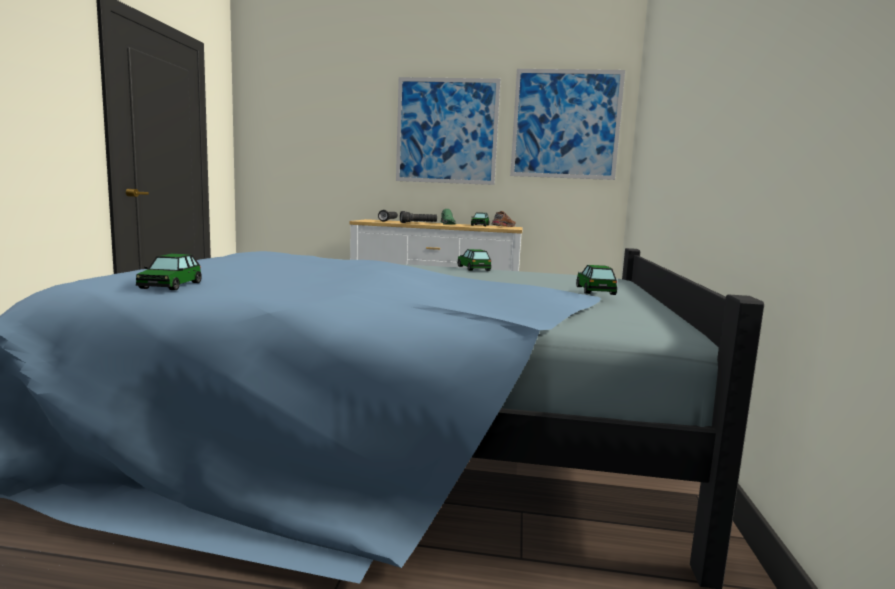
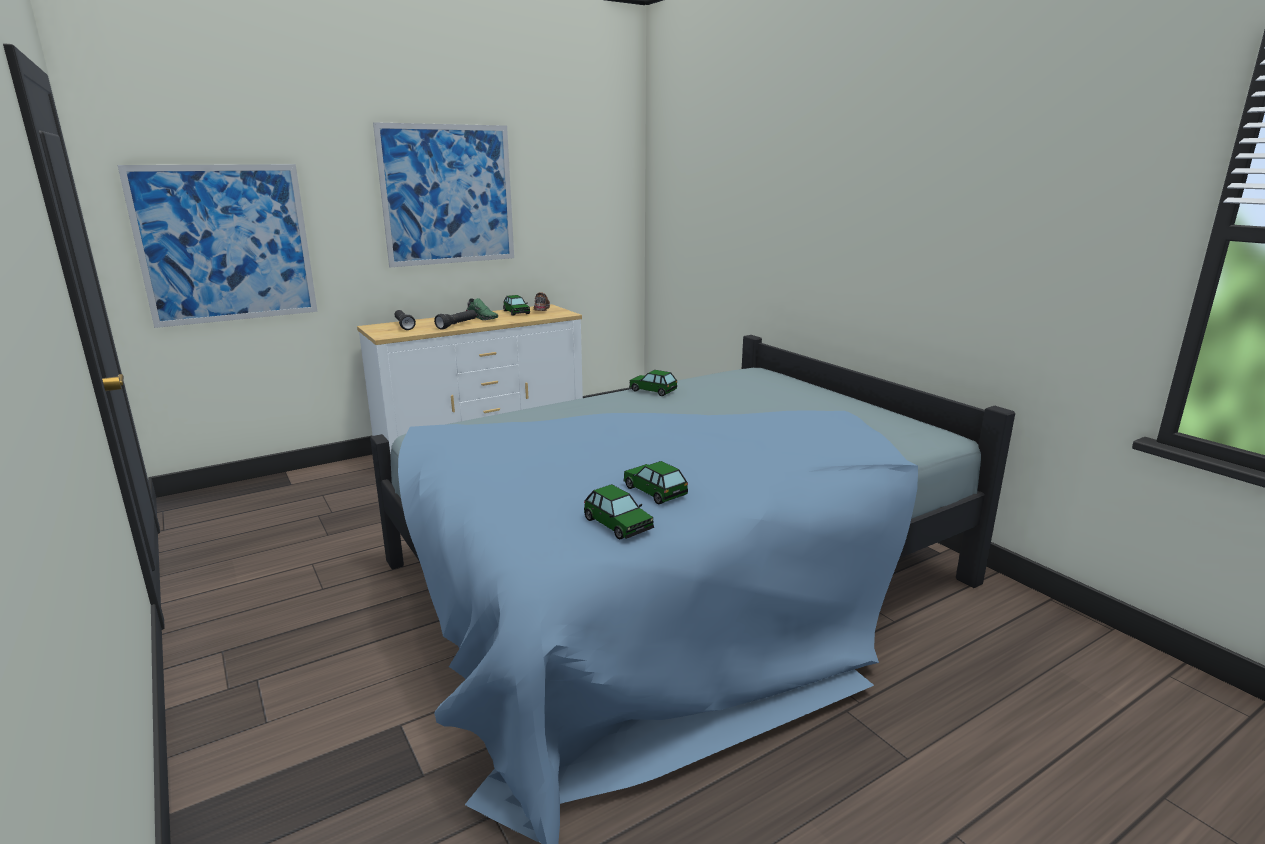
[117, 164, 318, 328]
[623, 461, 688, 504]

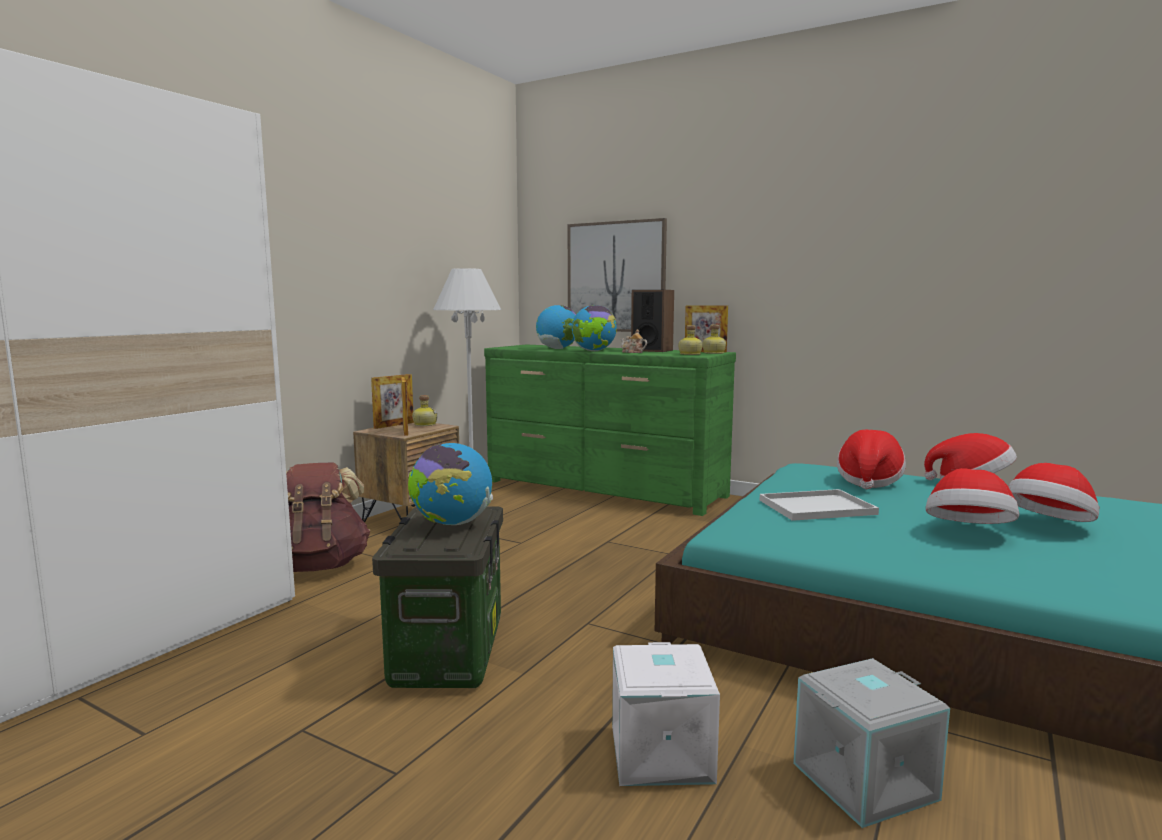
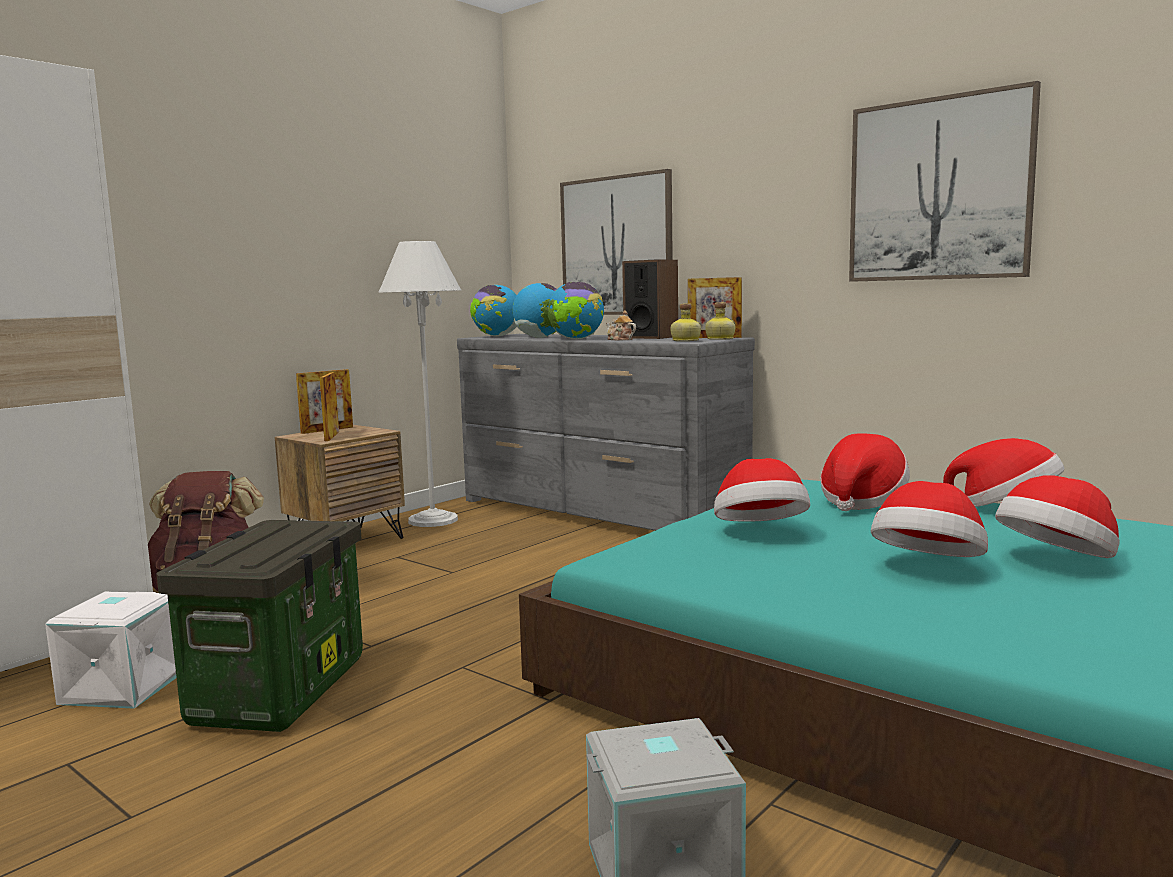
[45, 592, 177, 709]
[457, 334, 755, 531]
[470, 285, 517, 337]
[714, 458, 810, 522]
[849, 81, 1041, 282]
[412, 395, 437, 426] (first image)

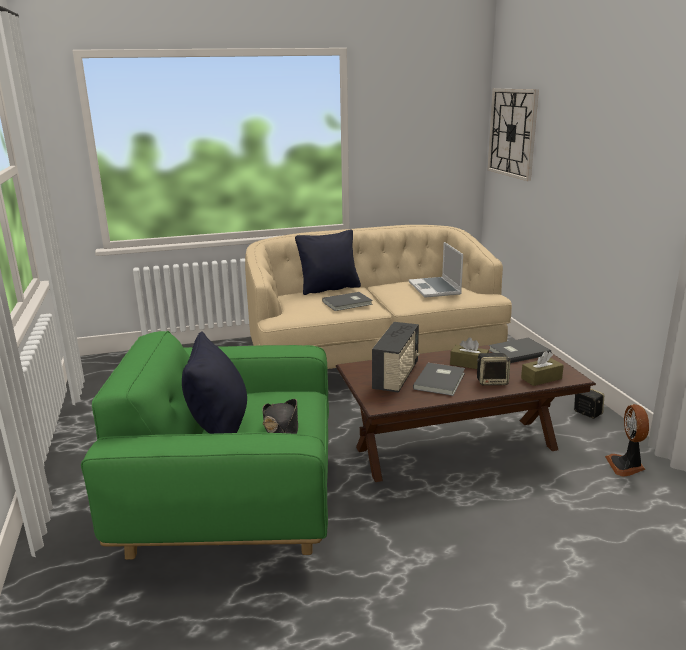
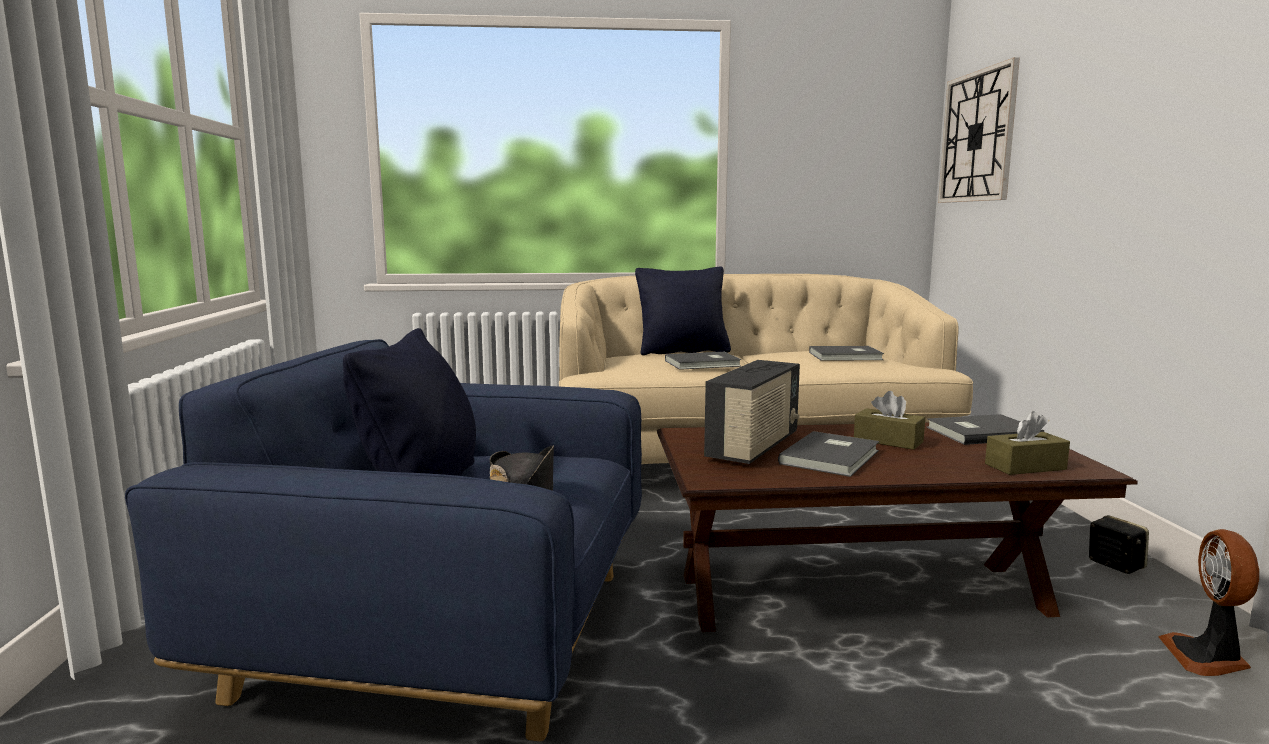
[125, 339, 642, 741]
[809, 346, 884, 361]
[477, 353, 510, 385] (first image)

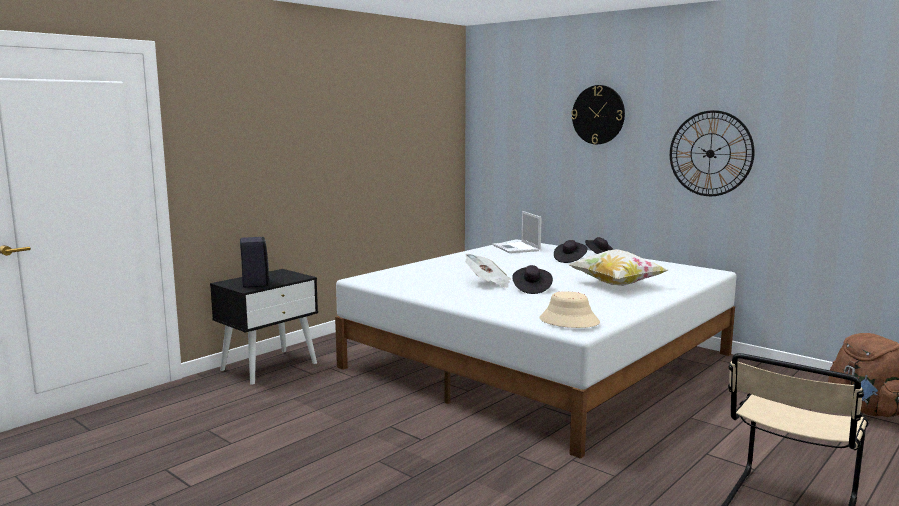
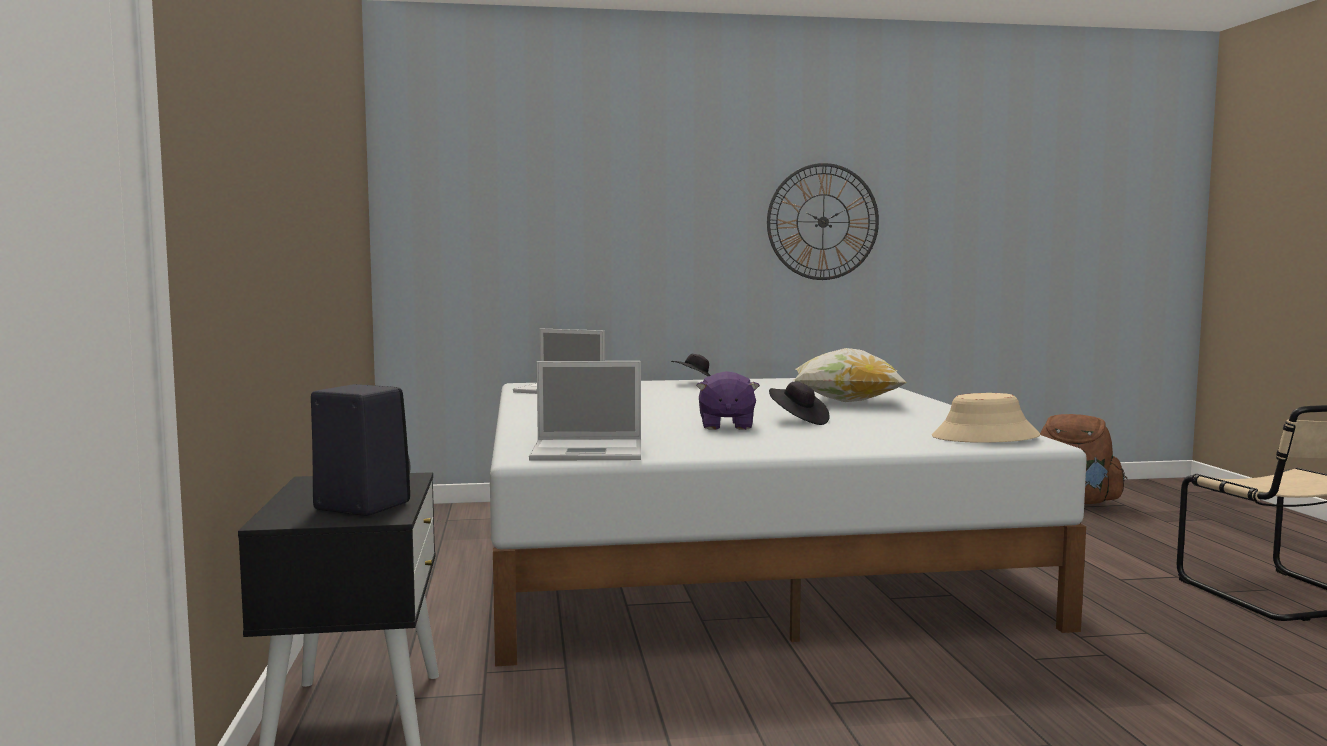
[529, 361, 641, 461]
[696, 371, 760, 430]
[554, 240, 587, 263] (first image)
[571, 85, 625, 144] (first image)

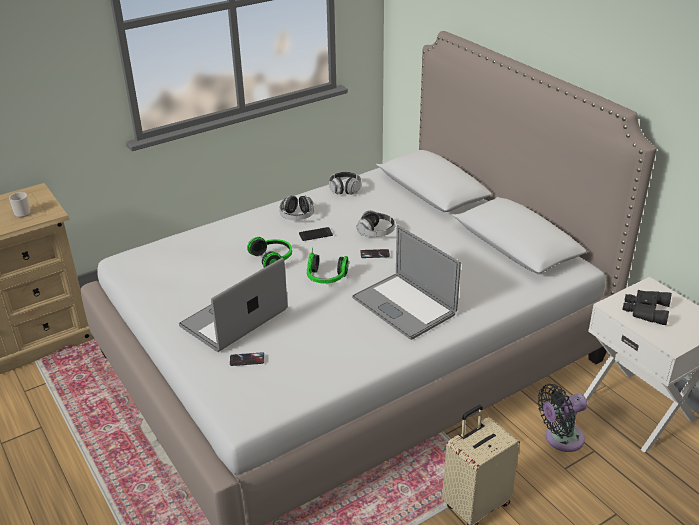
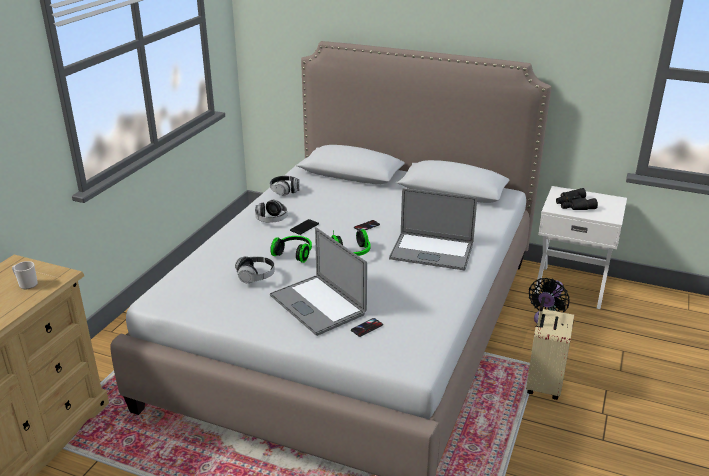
[235, 256, 275, 283]
[270, 227, 367, 336]

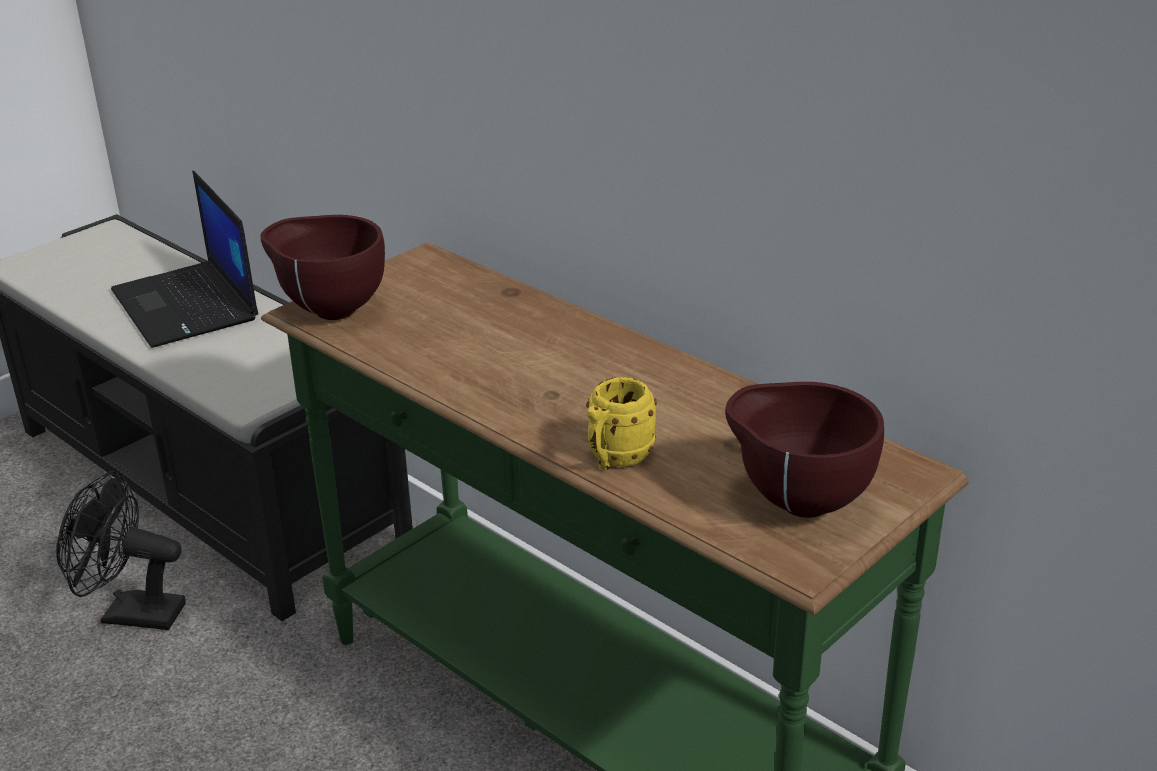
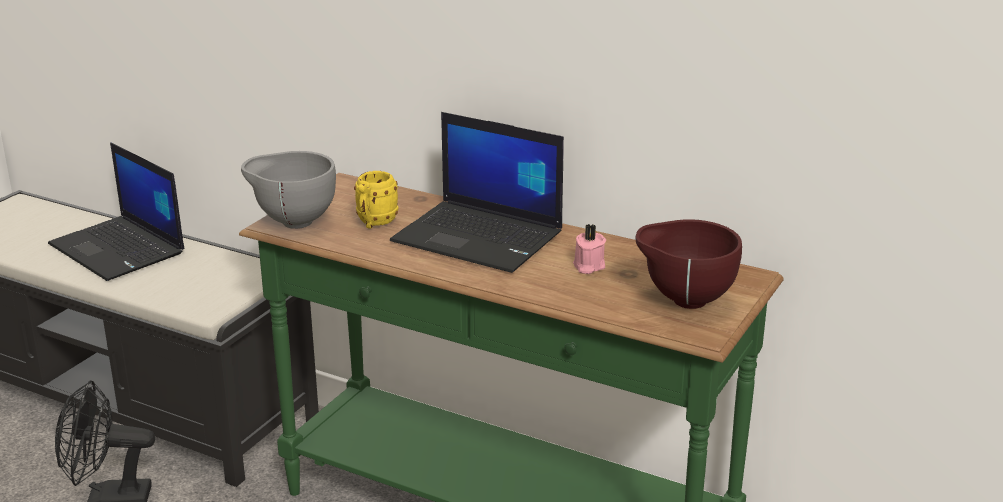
[241, 151, 336, 229]
[354, 171, 398, 229]
[390, 112, 564, 273]
[573, 224, 606, 274]

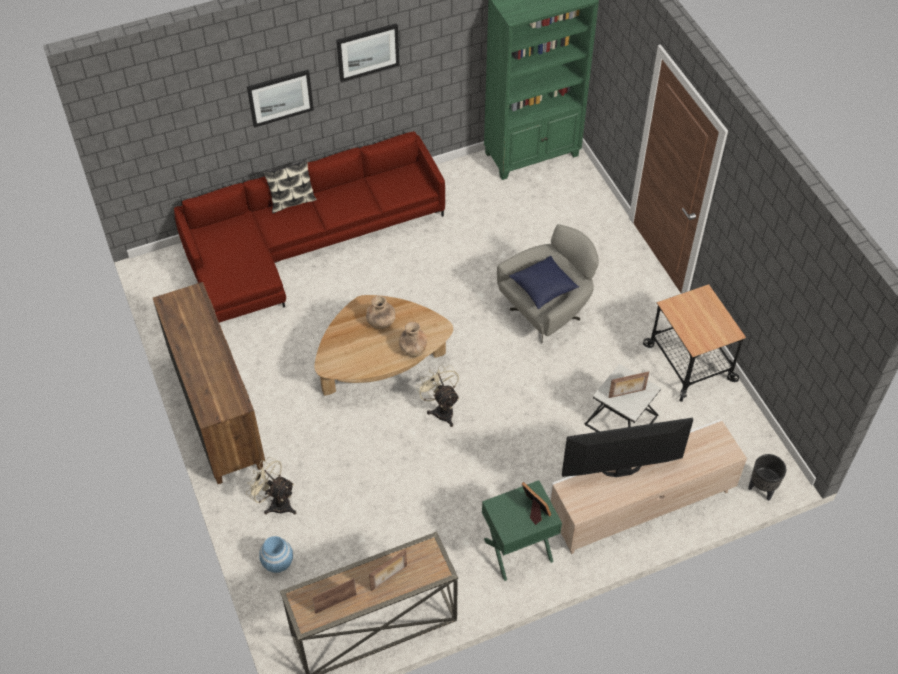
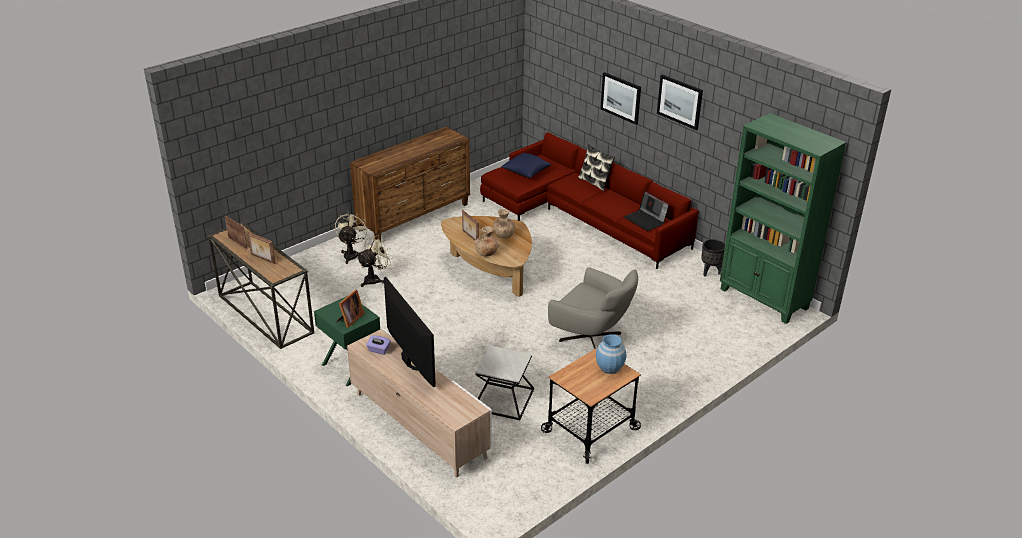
[357, 235, 391, 287]
[366, 335, 391, 355]
[462, 210, 479, 240]
[501, 153, 552, 178]
[596, 334, 626, 374]
[624, 191, 669, 231]
[701, 239, 725, 276]

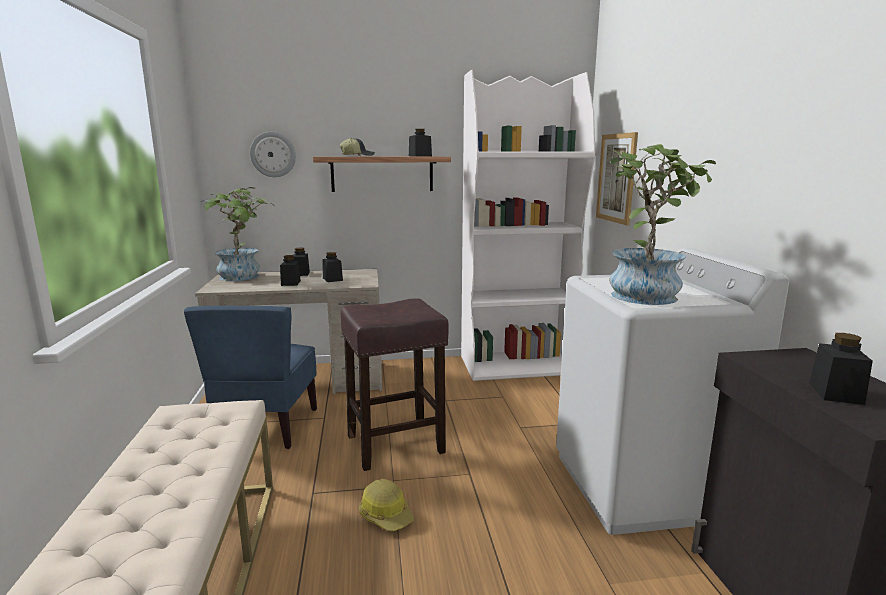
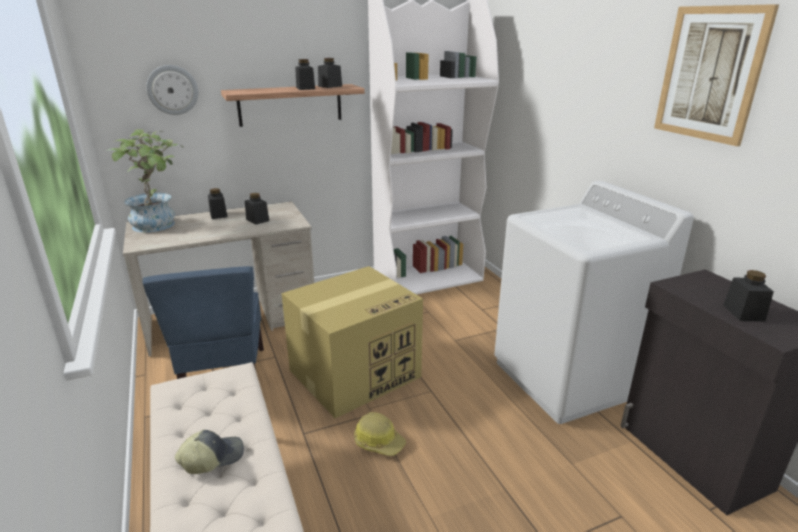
[175, 430, 244, 474]
[281, 266, 423, 418]
[295, 59, 315, 90]
[654, 4, 779, 146]
[610, 144, 716, 305] (first image)

